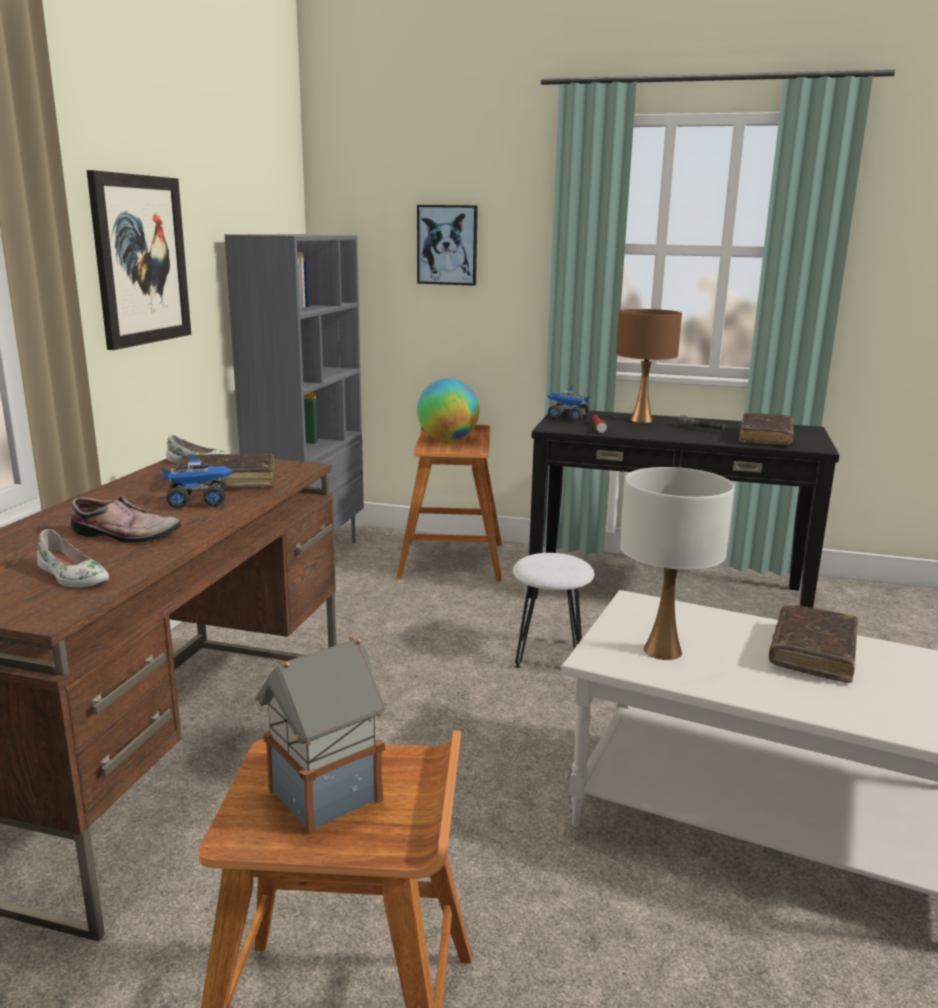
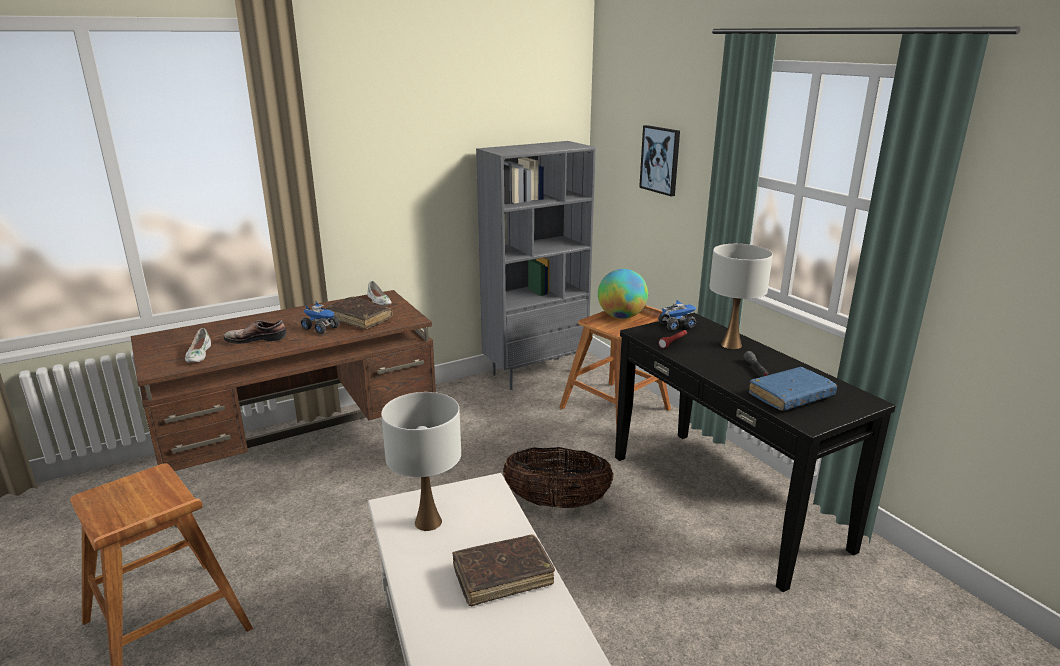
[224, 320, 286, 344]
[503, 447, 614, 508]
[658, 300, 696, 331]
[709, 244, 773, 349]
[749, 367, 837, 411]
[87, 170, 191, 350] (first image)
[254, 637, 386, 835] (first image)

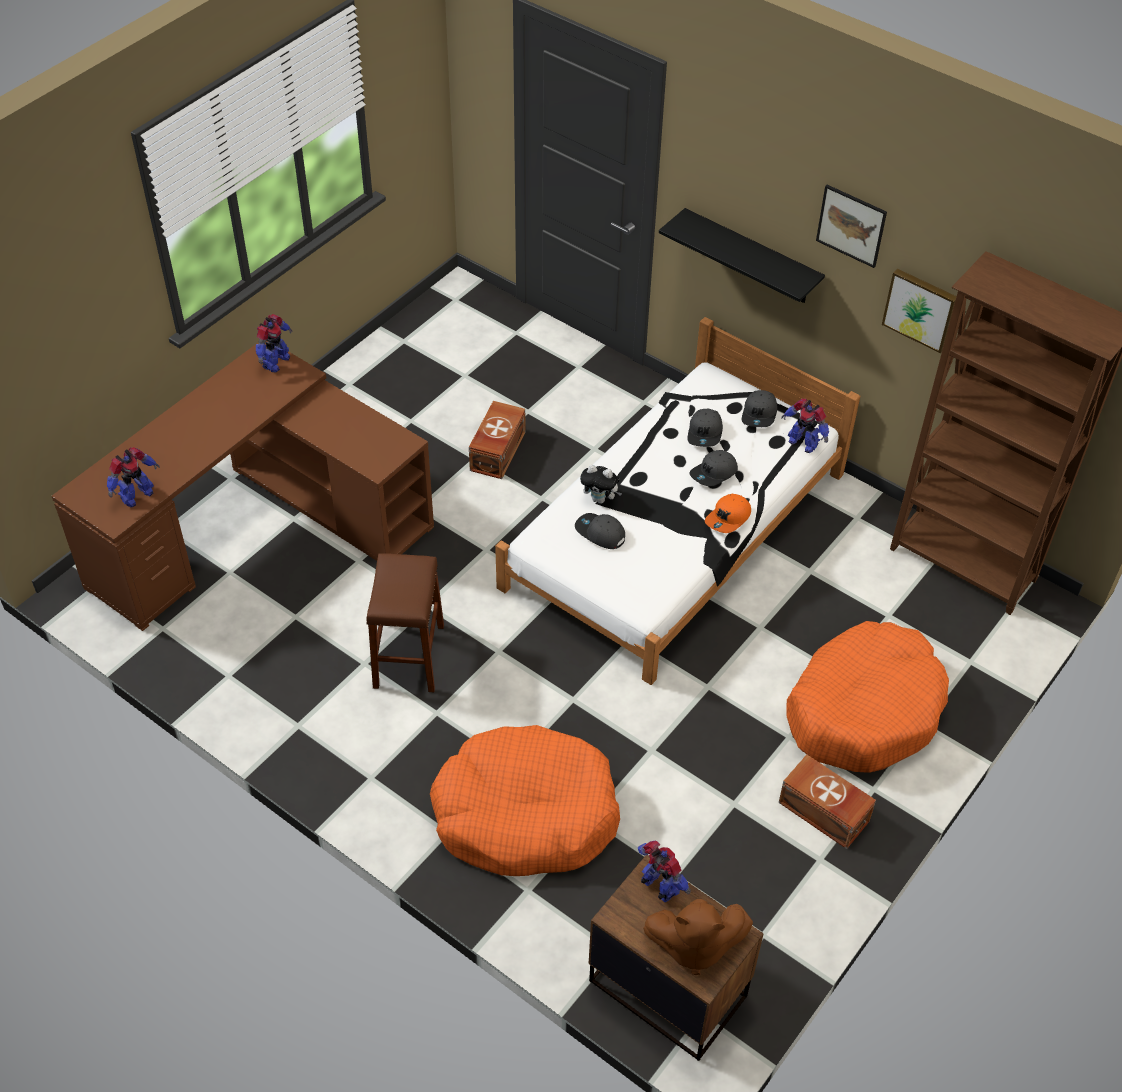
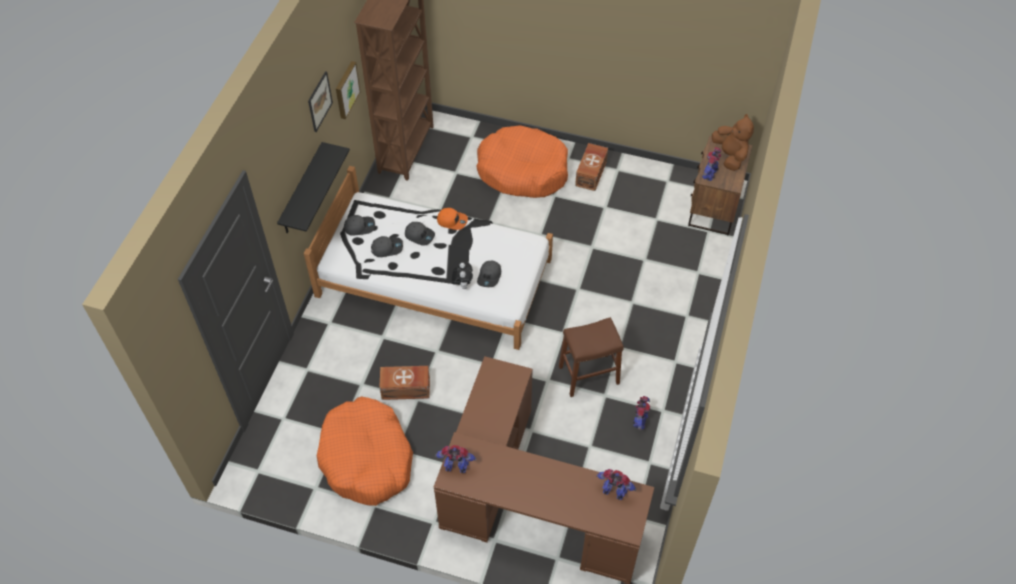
[317, 396, 413, 506]
[632, 396, 650, 430]

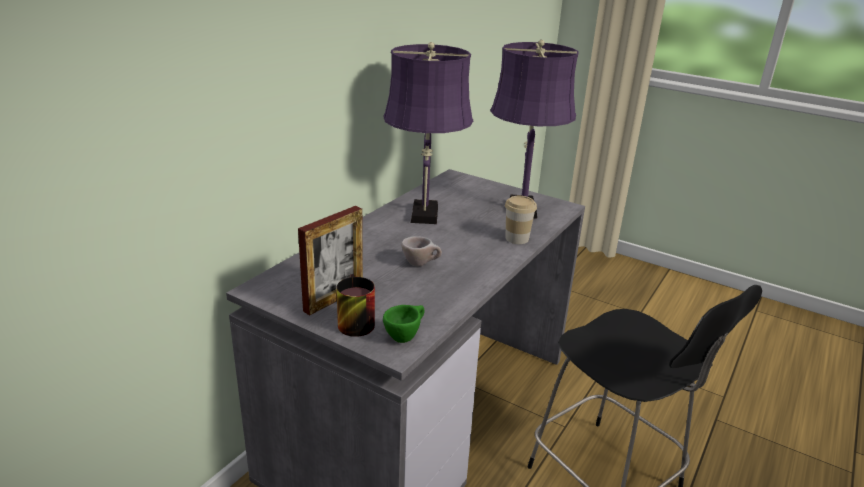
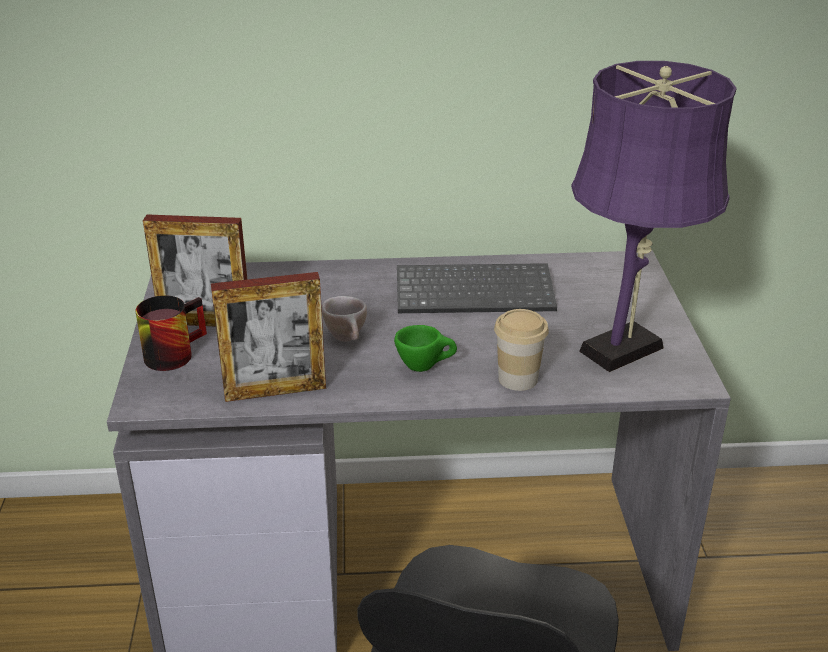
[211, 272, 326, 402]
[394, 325, 457, 372]
[397, 263, 557, 313]

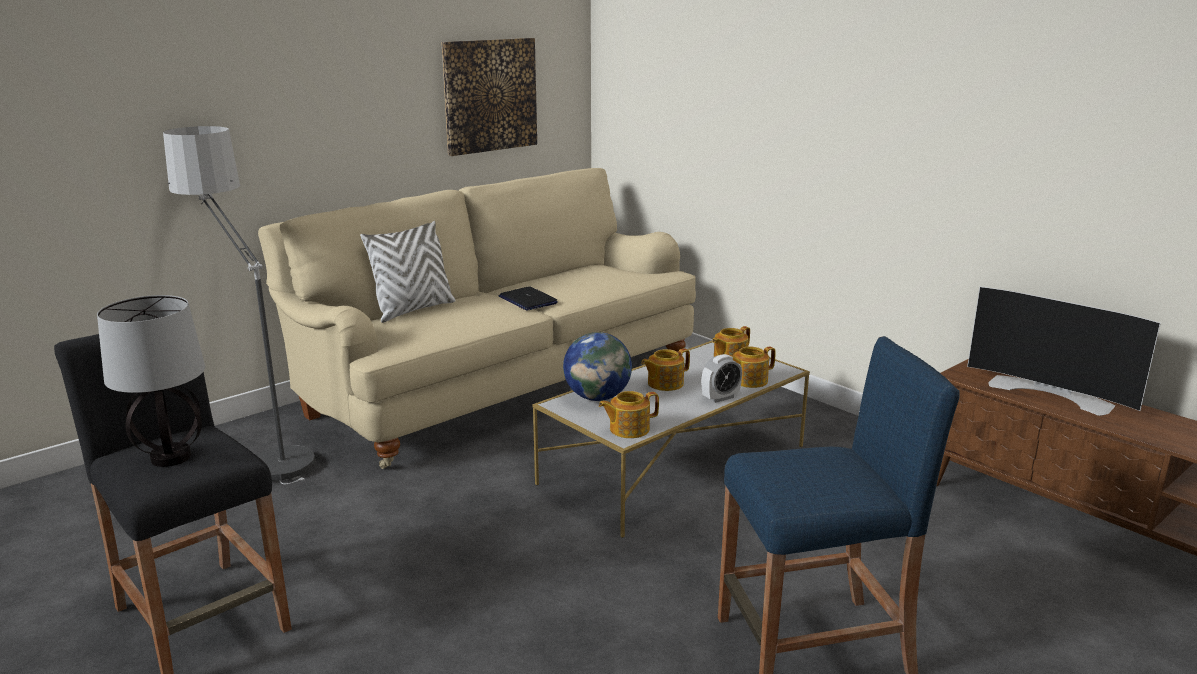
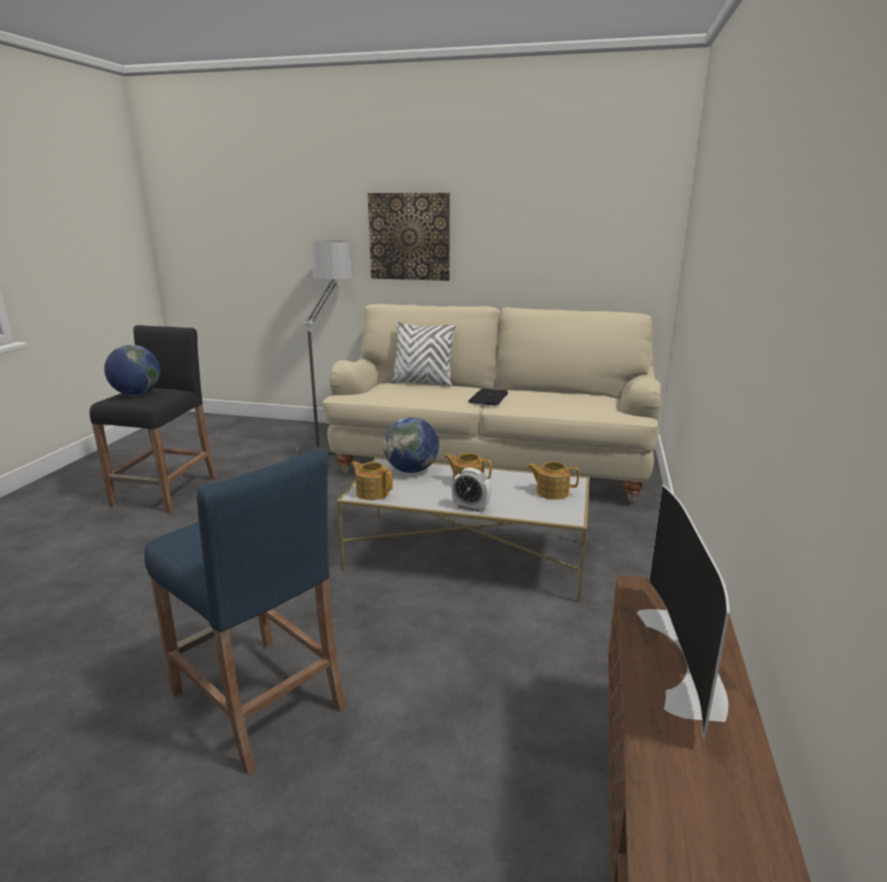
[104, 345, 160, 395]
[368, 193, 450, 281]
[729, 347, 776, 388] (first image)

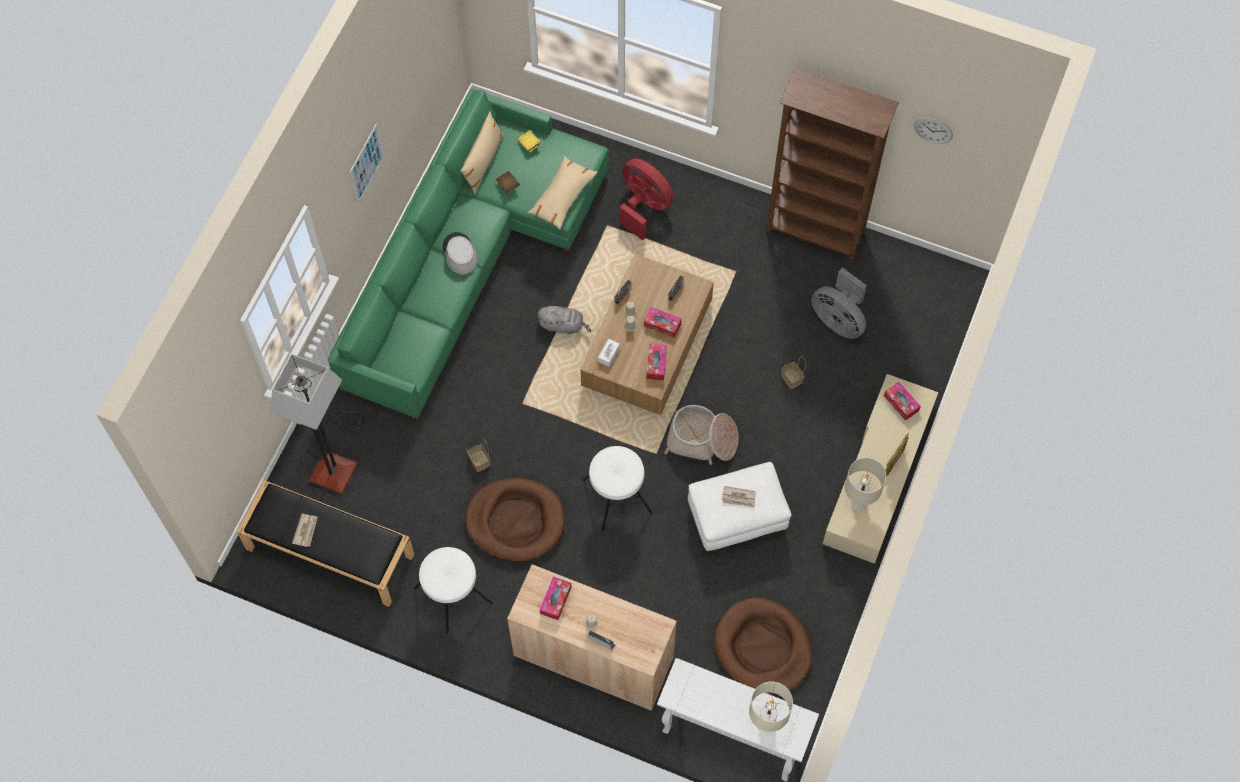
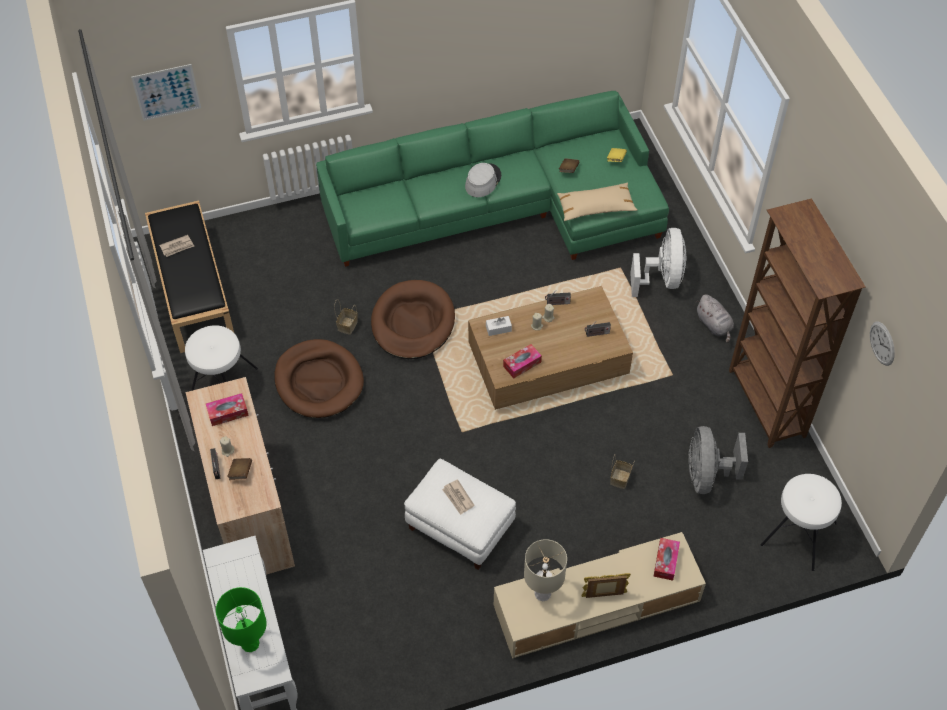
[131, 64, 201, 121]
[216, 587, 267, 652]
[227, 458, 252, 480]
[371, 280, 455, 359]
[630, 228, 687, 297]
[696, 294, 734, 343]
[761, 474, 842, 571]
[270, 354, 366, 494] (first image)
[461, 112, 504, 195] (first image)
[644, 307, 681, 338] (first image)
[664, 405, 739, 465] (first image)

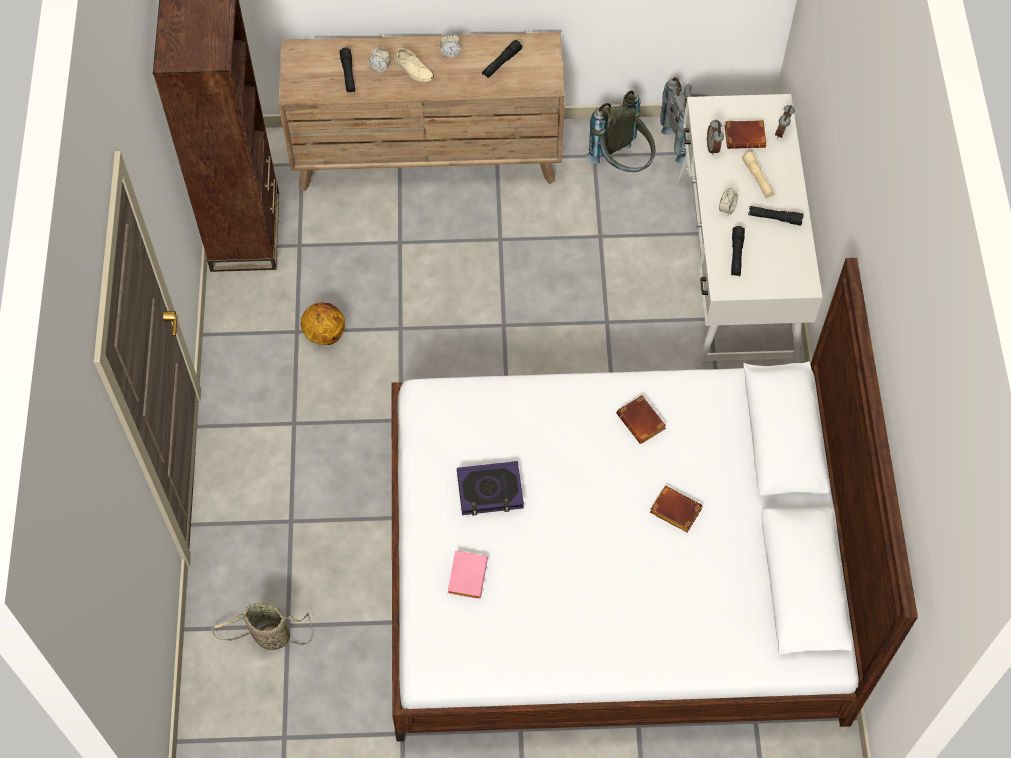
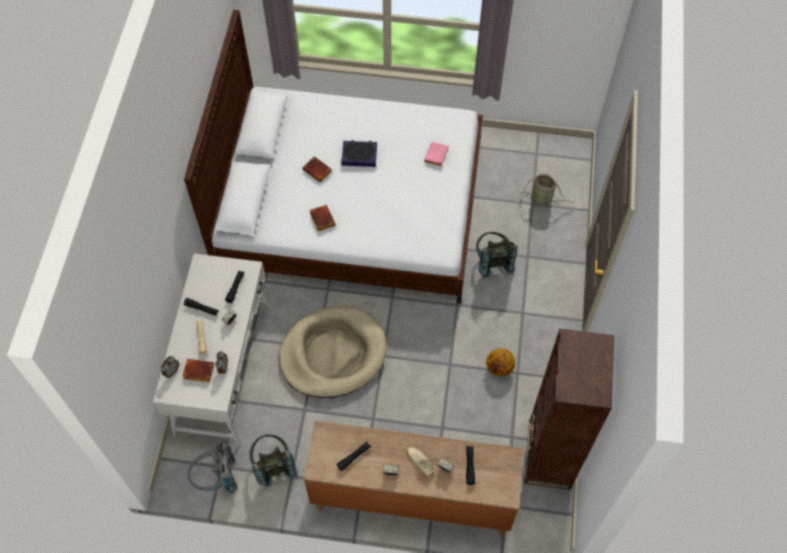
[279, 305, 387, 398]
[341, 140, 377, 167]
[476, 232, 518, 278]

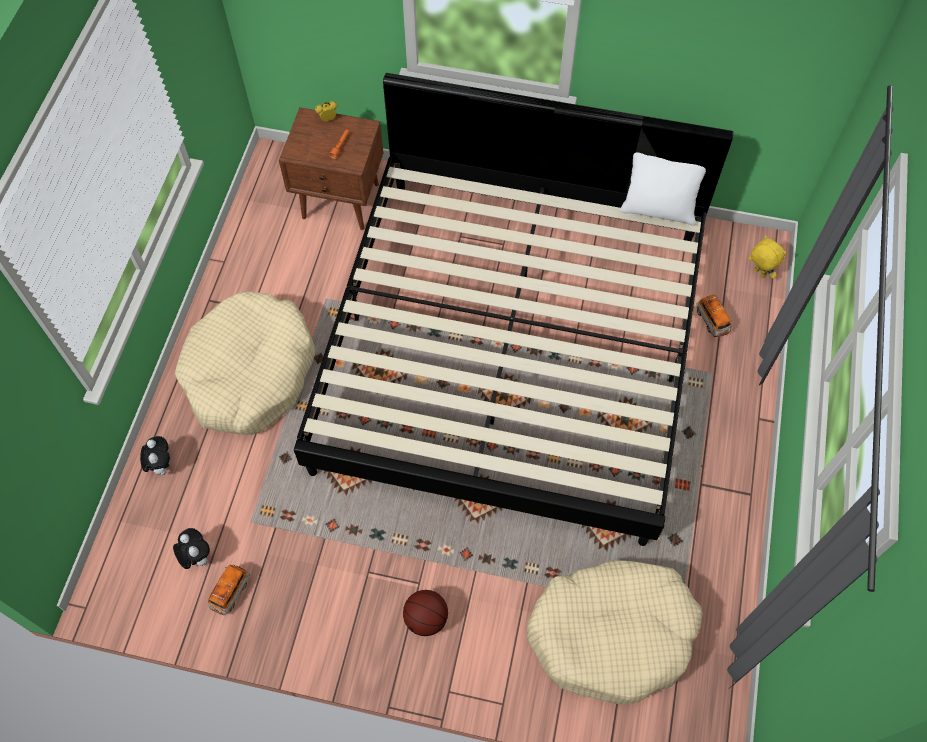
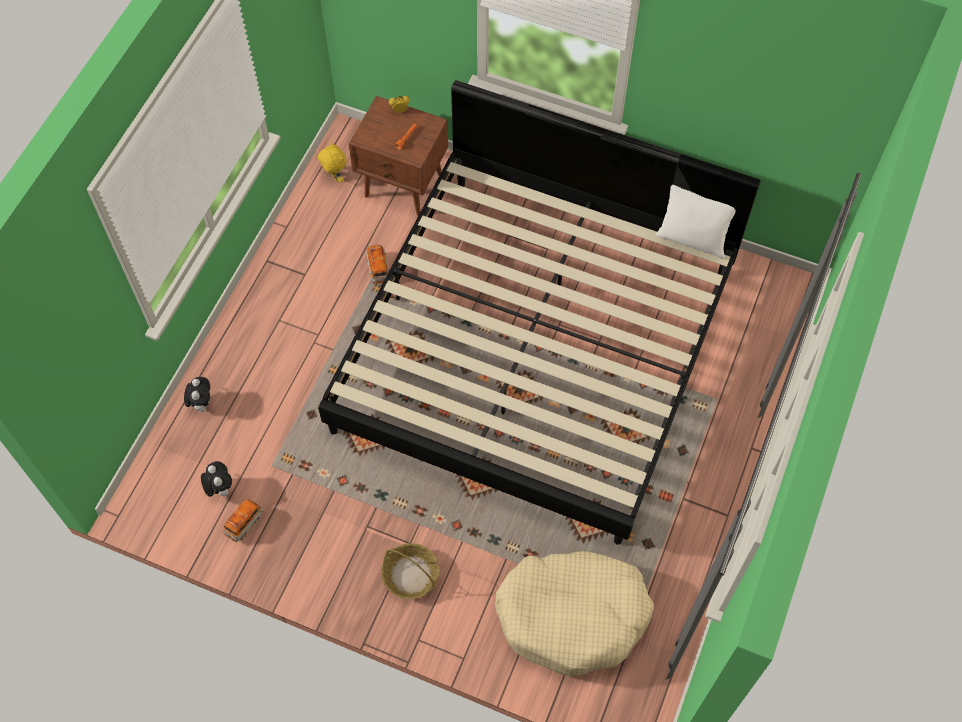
[318, 142, 347, 183]
[366, 245, 389, 284]
[381, 543, 440, 599]
[175, 291, 315, 435] (first image)

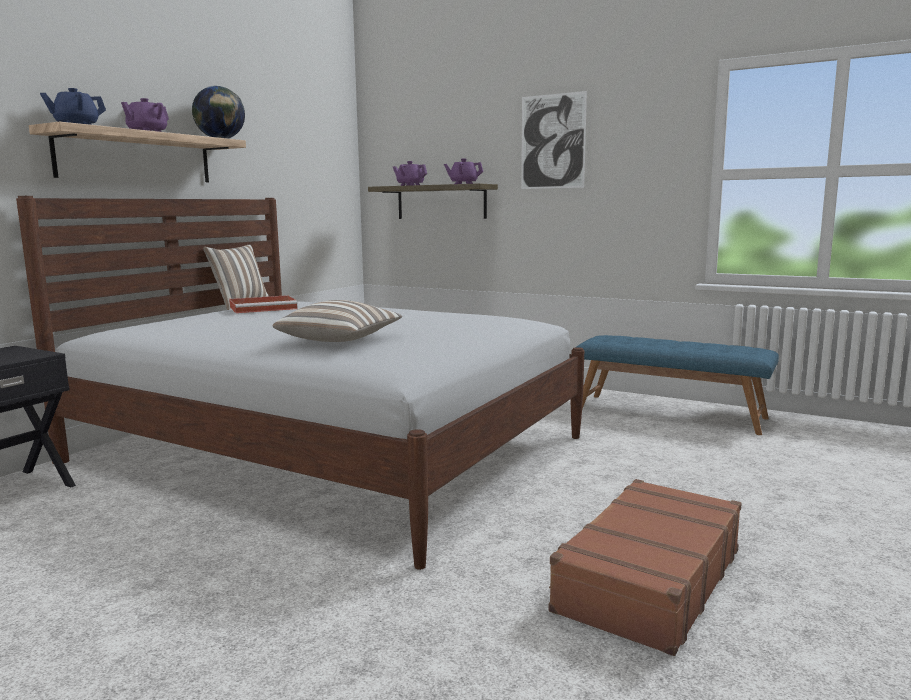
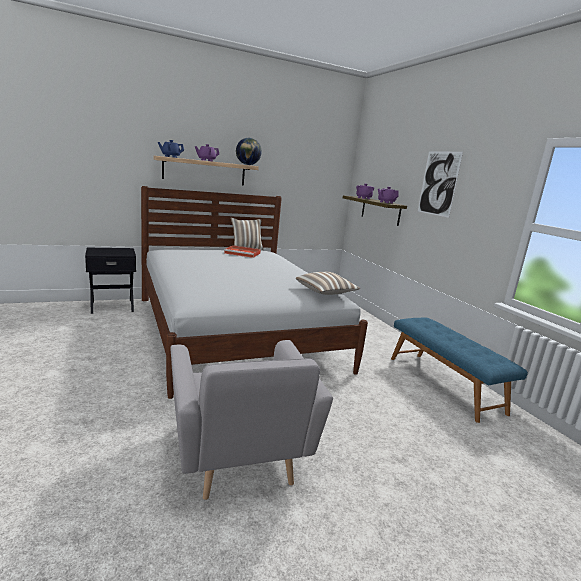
[170, 340, 333, 500]
[296, 272, 360, 295]

